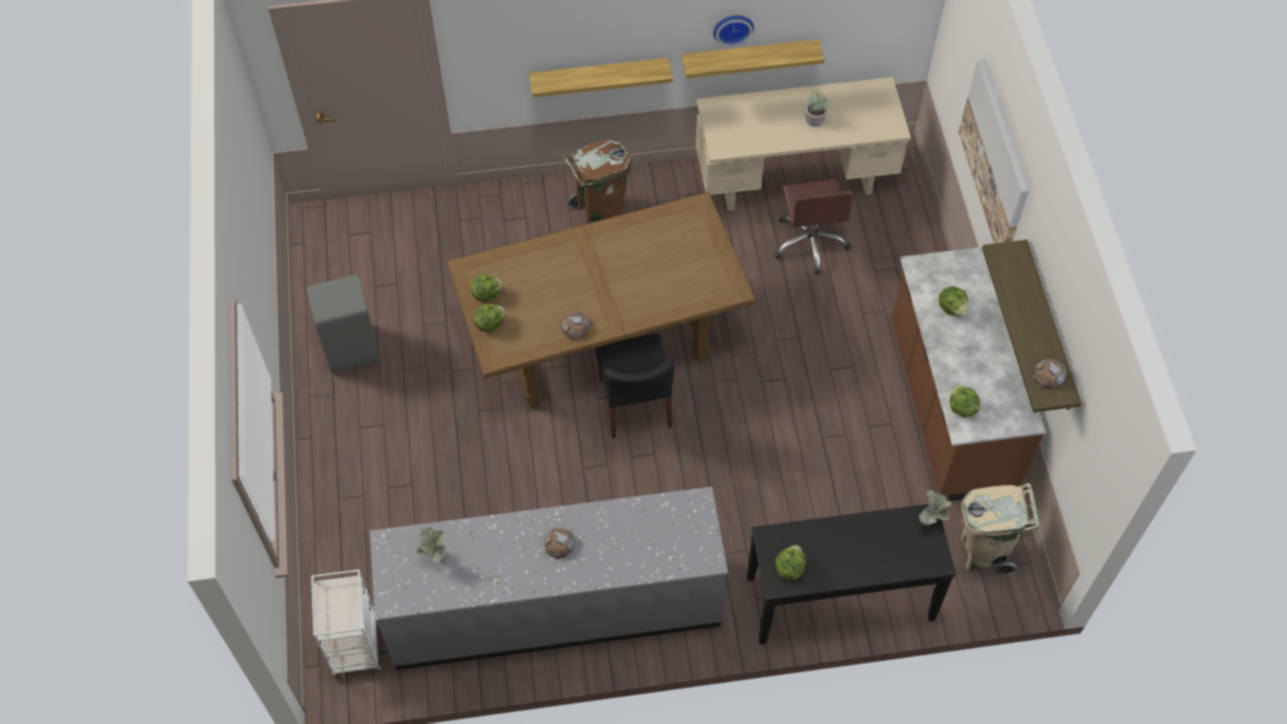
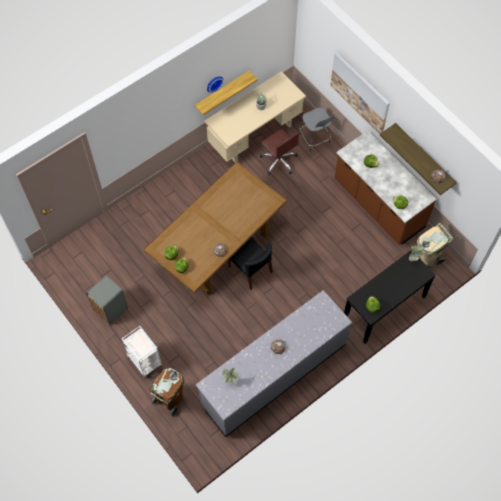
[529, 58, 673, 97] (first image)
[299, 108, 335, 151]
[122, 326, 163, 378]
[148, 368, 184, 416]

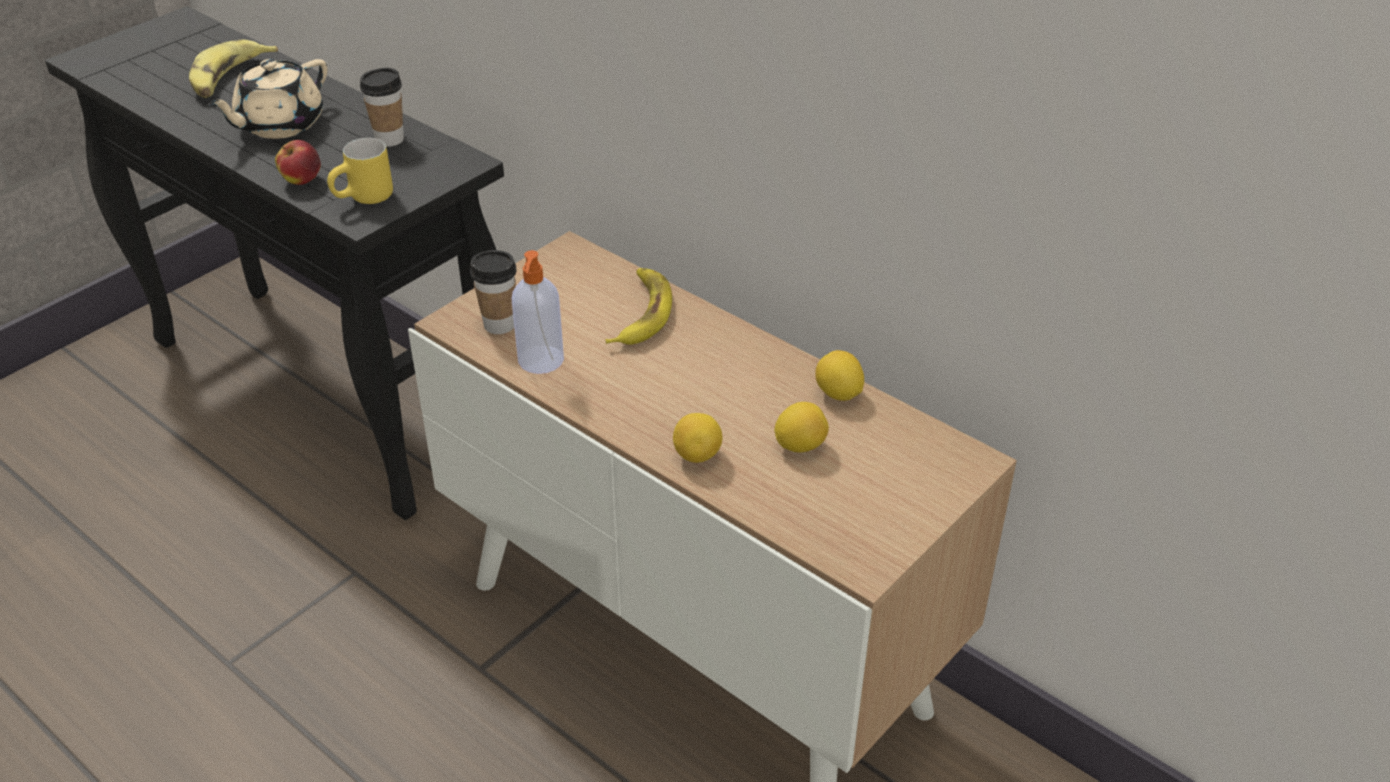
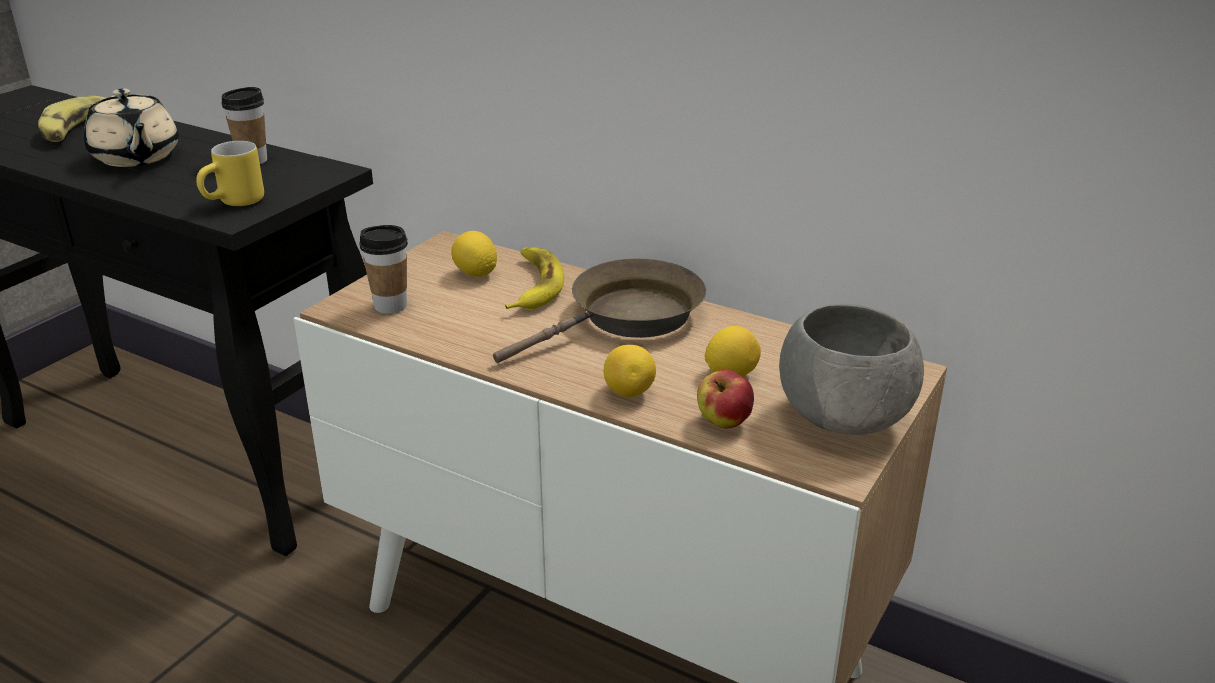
[512, 250, 564, 374] (first image)
[493, 258, 707, 363]
[779, 303, 924, 435]
[697, 370, 754, 429]
[451, 231, 497, 277]
[84, 88, 179, 167]

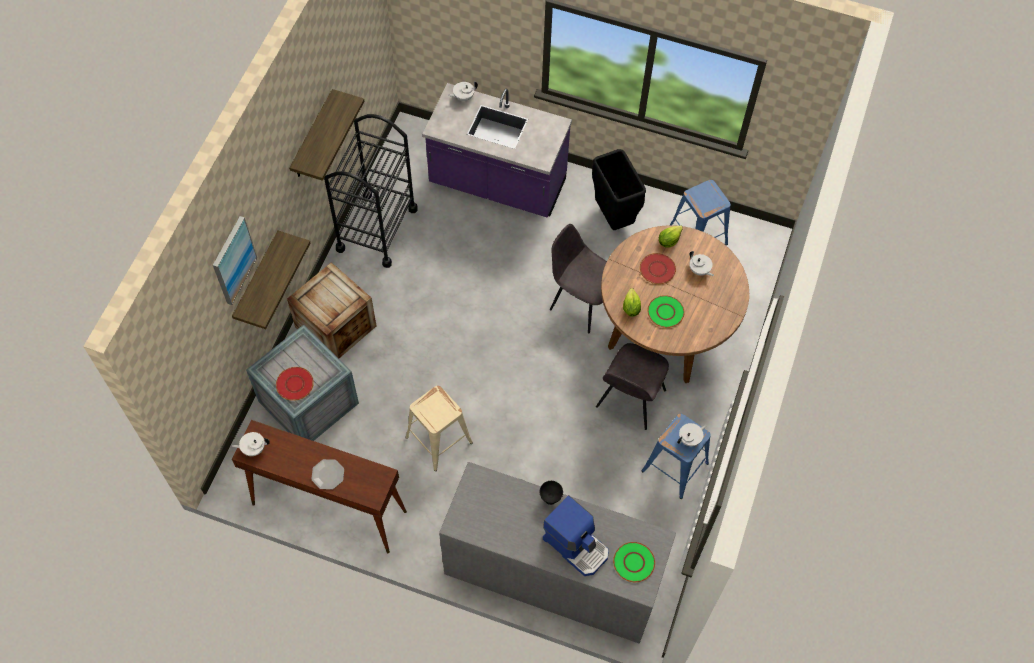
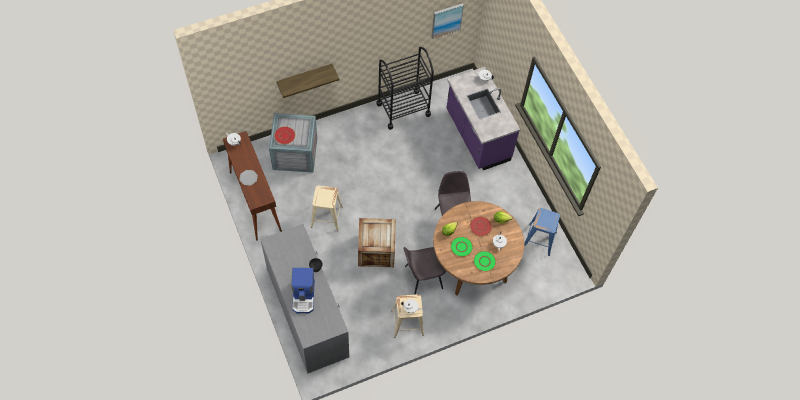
[289, 89, 364, 181] (first image)
[592, 149, 646, 230] (first image)
[431, 3, 464, 39]
[358, 218, 396, 267]
[473, 251, 496, 272]
[392, 294, 424, 338]

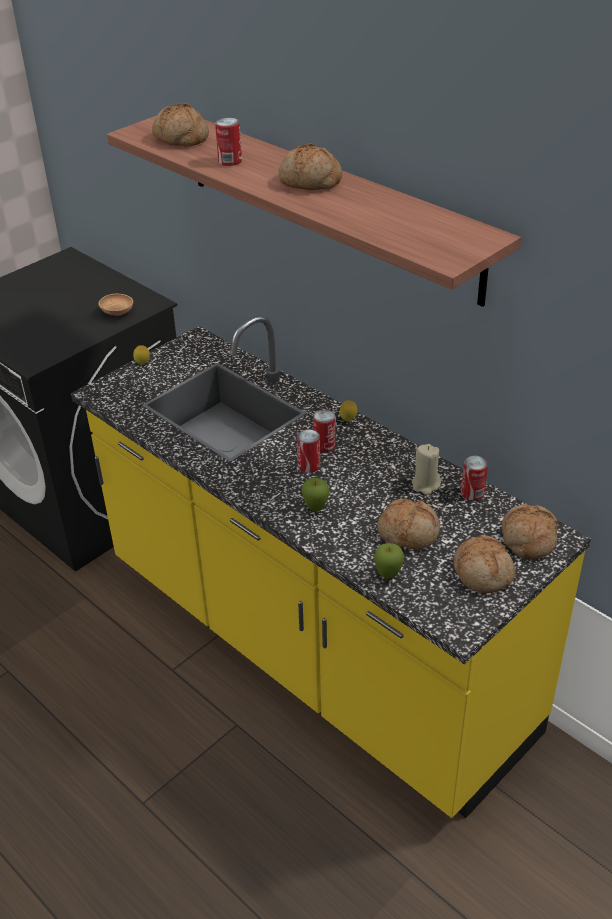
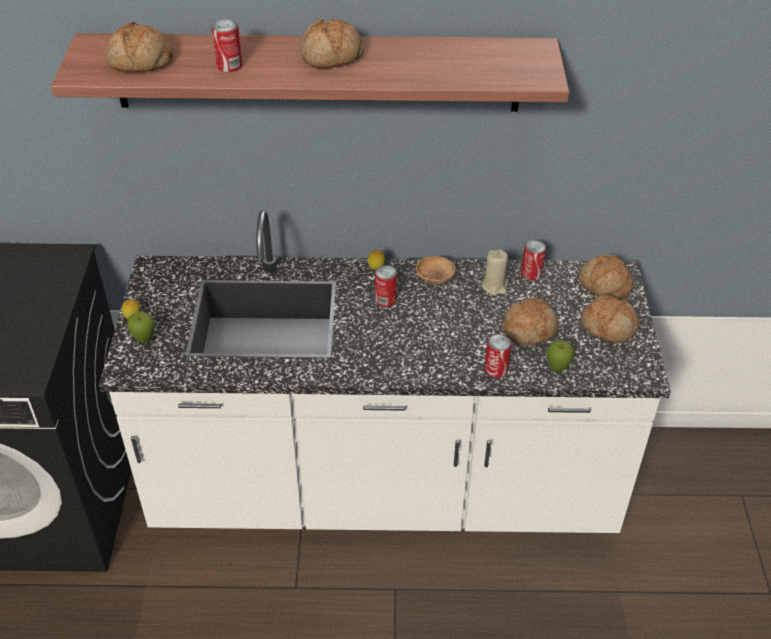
[416, 256, 456, 284]
[485, 334, 512, 378]
[127, 312, 155, 343]
[99, 210, 671, 533]

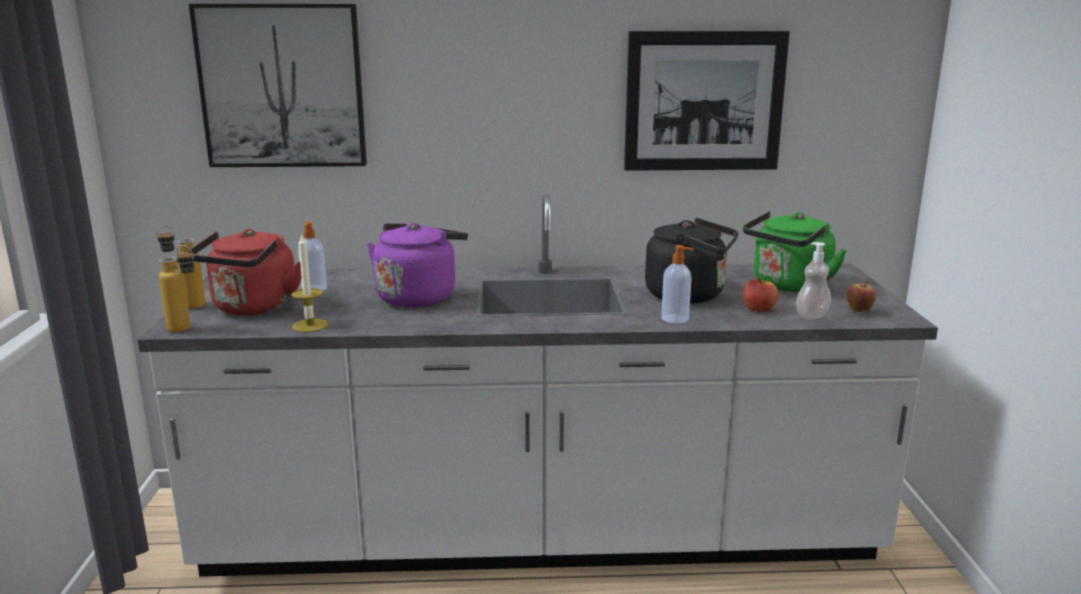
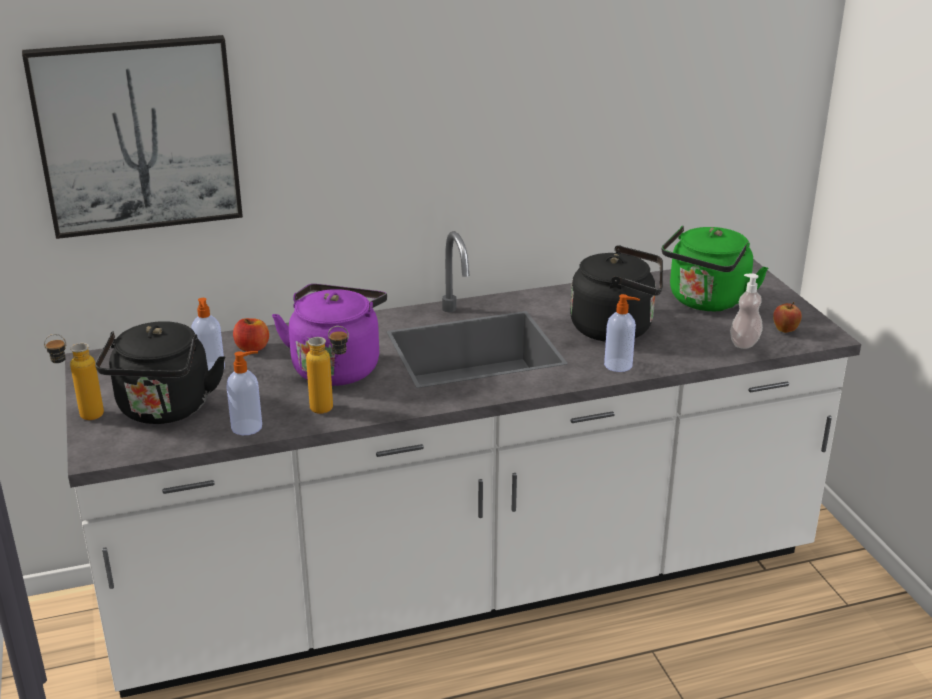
[624, 31, 790, 171] (first image)
[306, 326, 349, 414]
[233, 318, 269, 352]
[226, 351, 262, 435]
[95, 321, 225, 424]

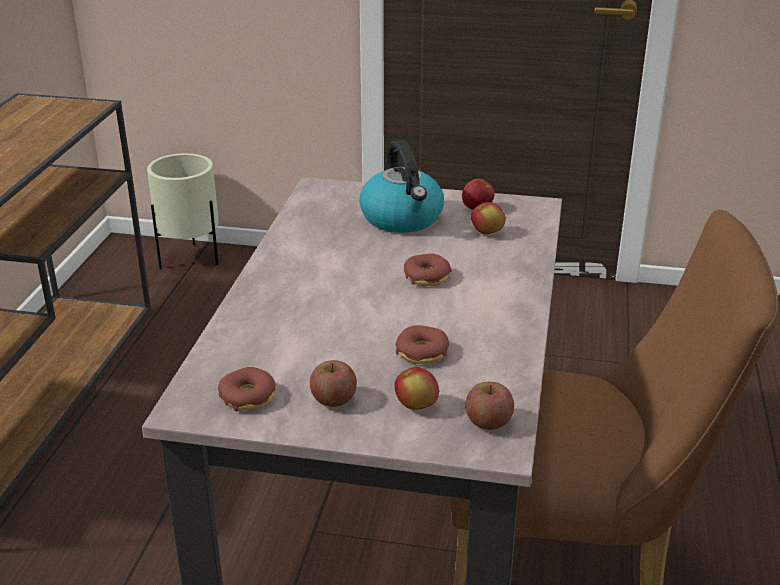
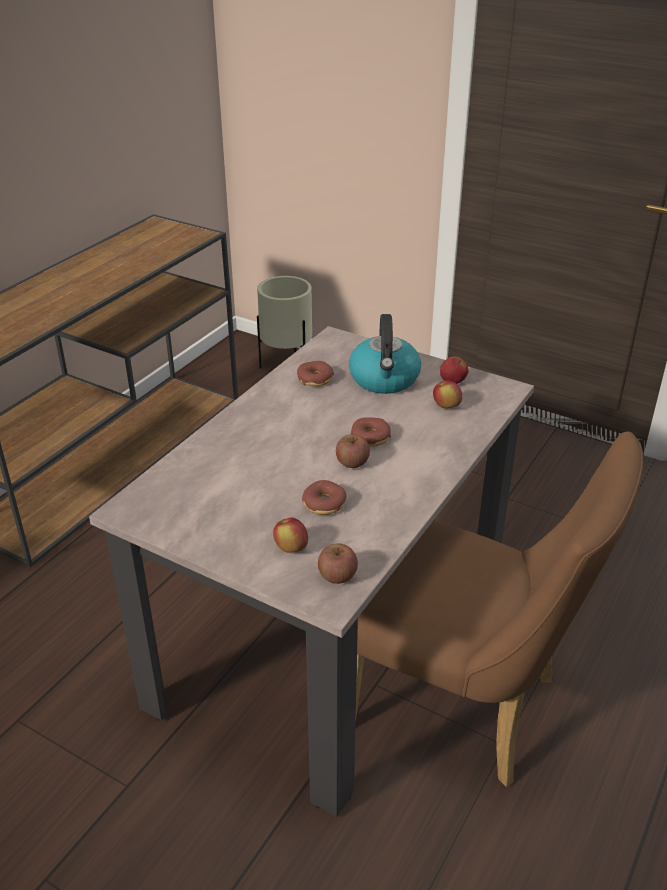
[297, 361, 334, 386]
[336, 434, 370, 468]

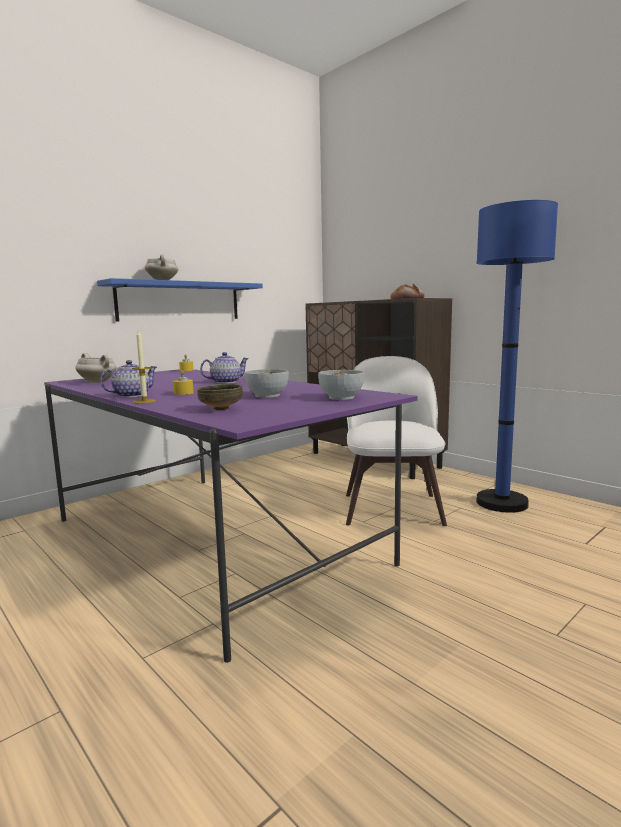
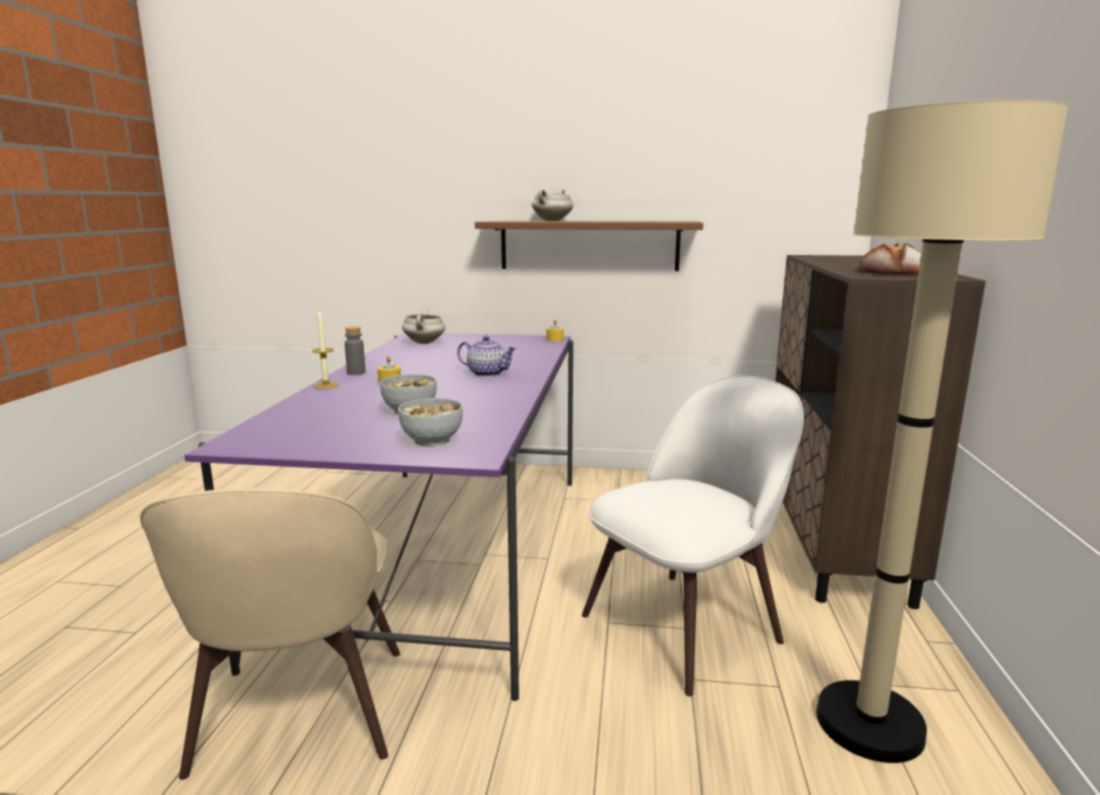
[197, 384, 243, 410] (first image)
[140, 488, 400, 780]
[345, 326, 365, 375]
[475, 221, 703, 271]
[816, 100, 1068, 763]

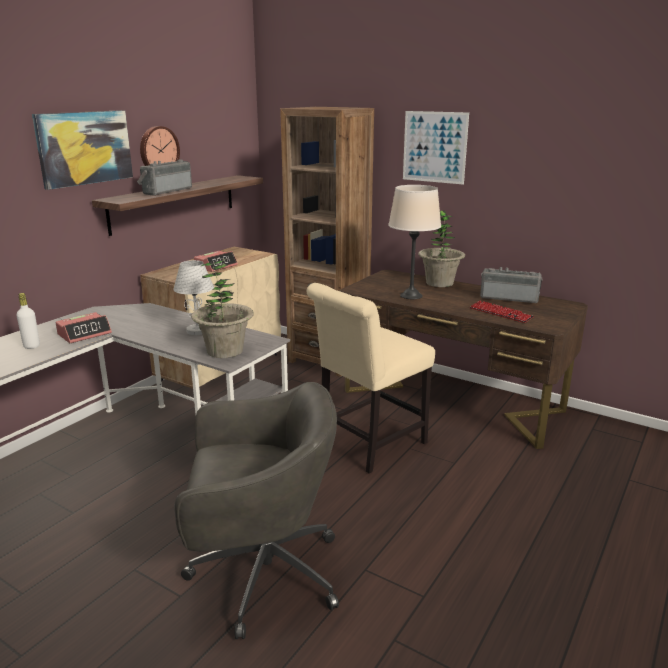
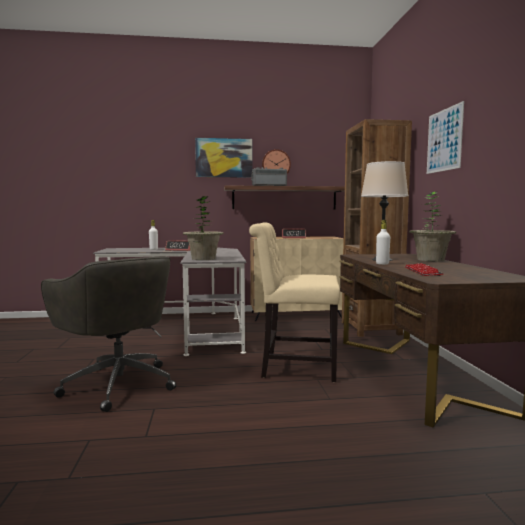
[173, 260, 214, 335] (first image)
[480, 267, 543, 303] (first image)
[376, 220, 390, 265]

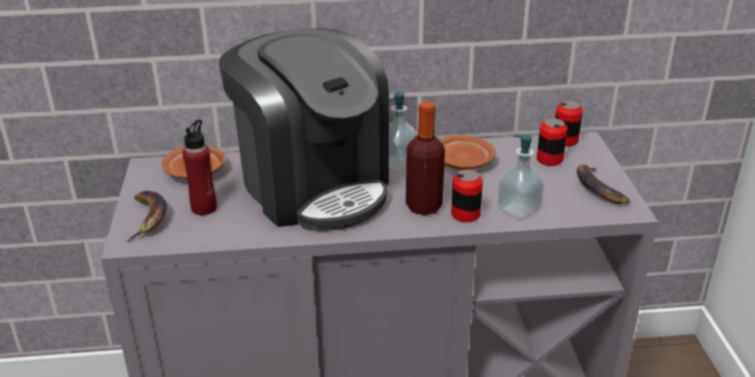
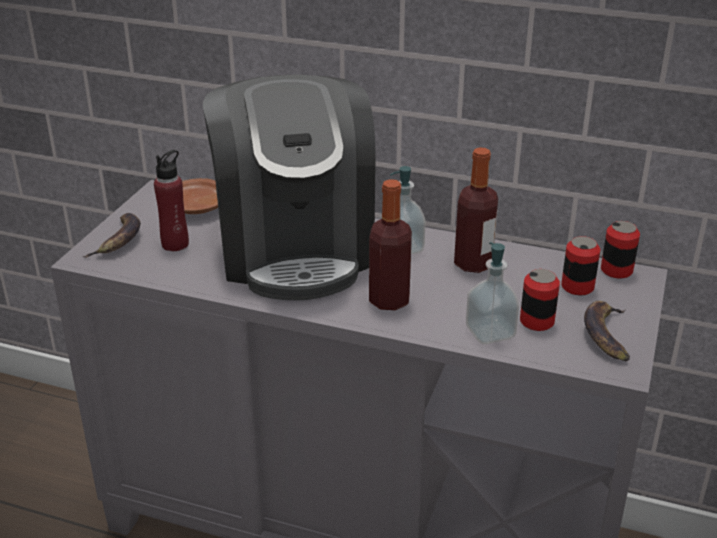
[520, 269, 560, 331]
[454, 147, 498, 273]

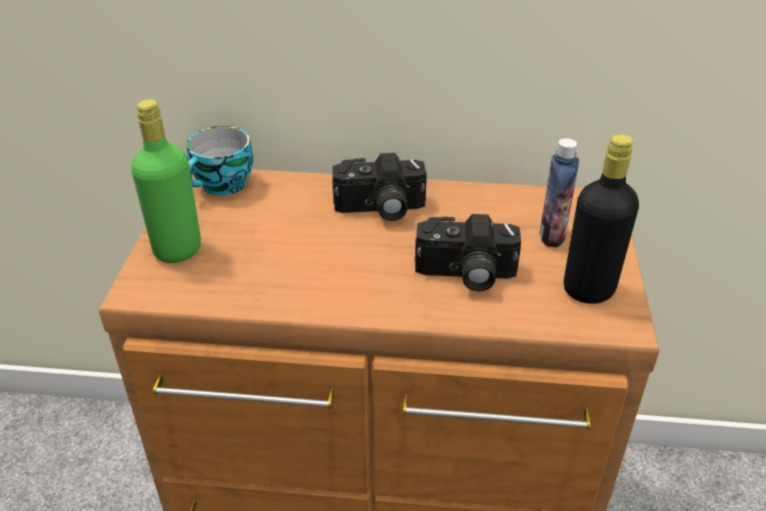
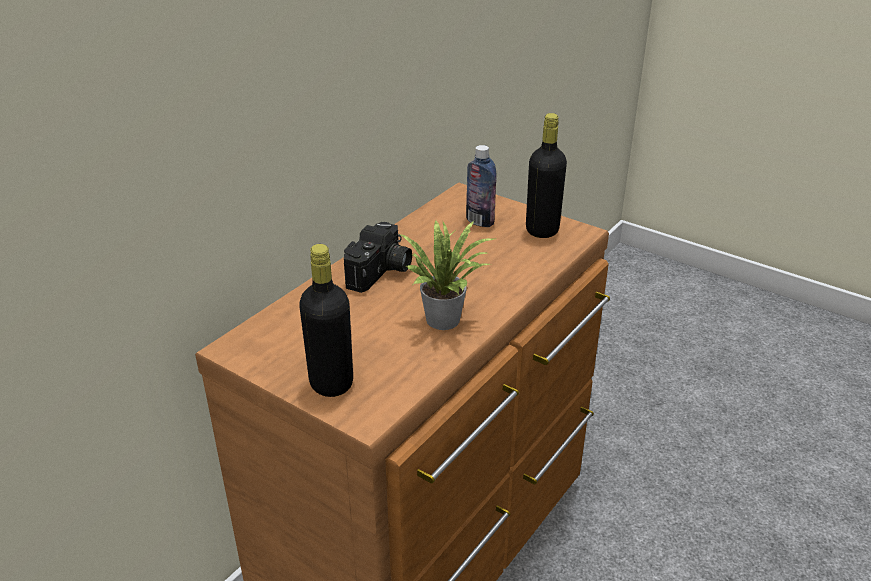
[186, 126, 253, 196] (first image)
[415, 214, 521, 291] (first image)
[400, 220, 494, 330]
[299, 244, 353, 397]

